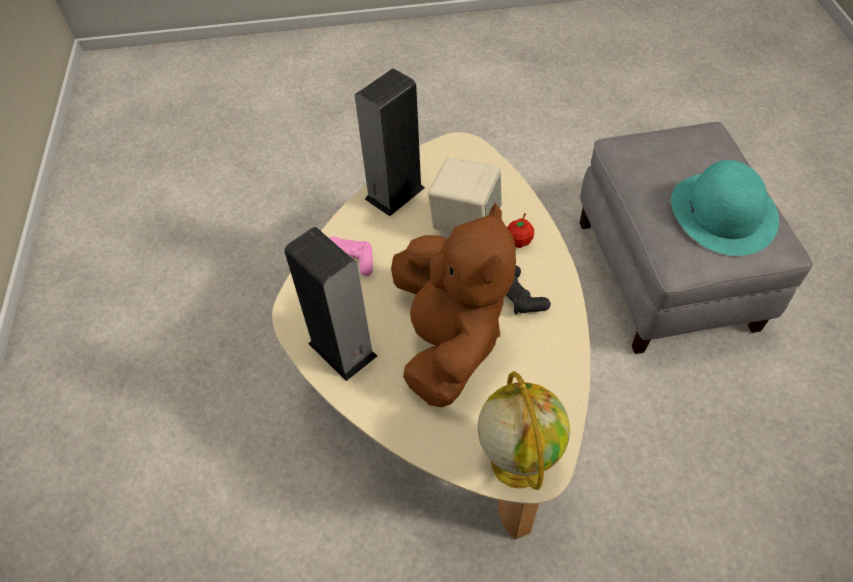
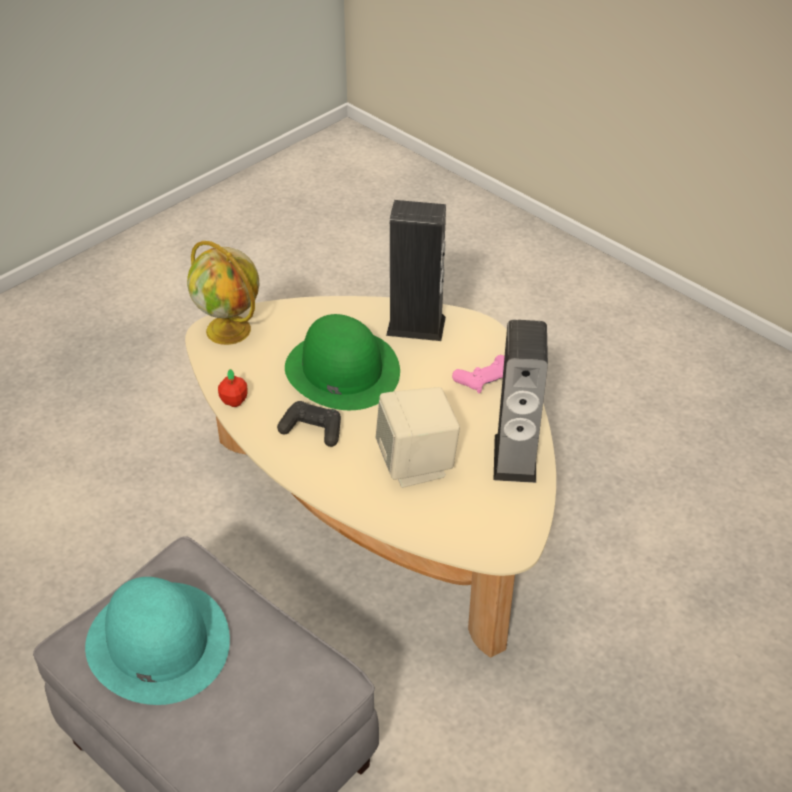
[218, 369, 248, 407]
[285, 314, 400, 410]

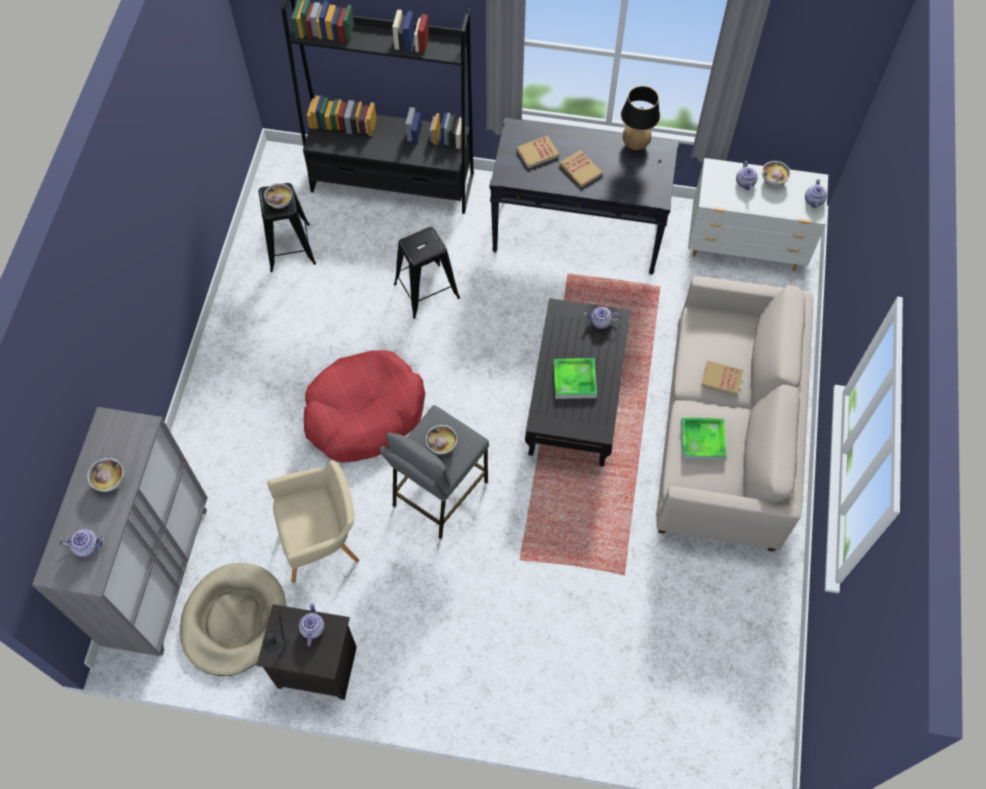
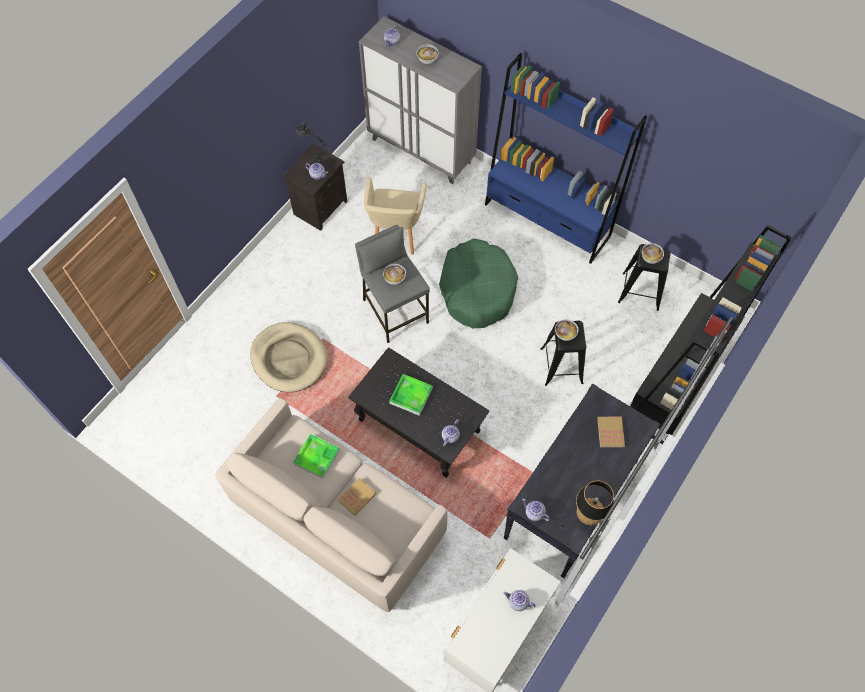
[559, 150, 602, 188] (first image)
[485, 53, 647, 264]
[250, 322, 328, 392]
[555, 319, 578, 341]
[522, 499, 550, 521]
[439, 238, 518, 328]

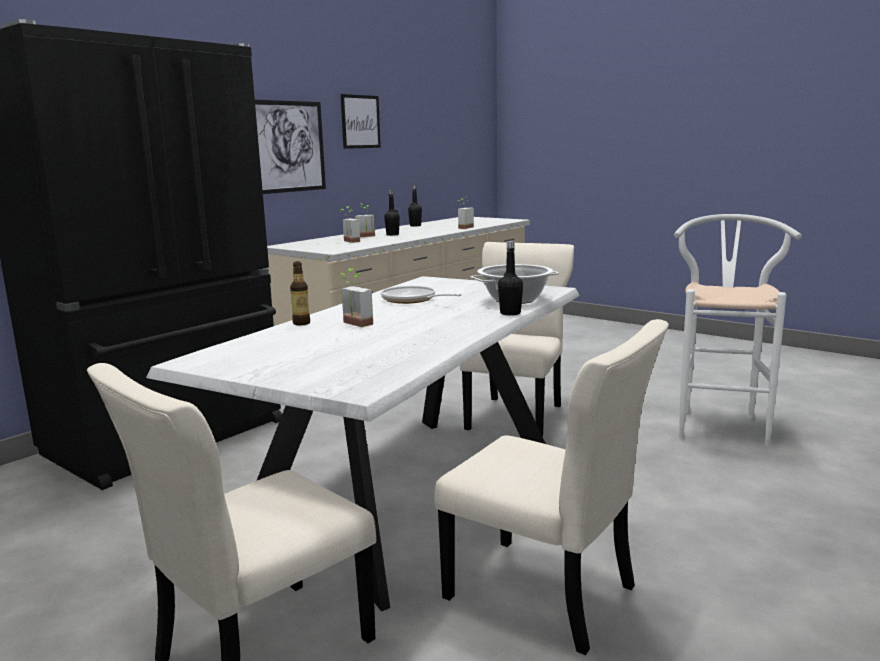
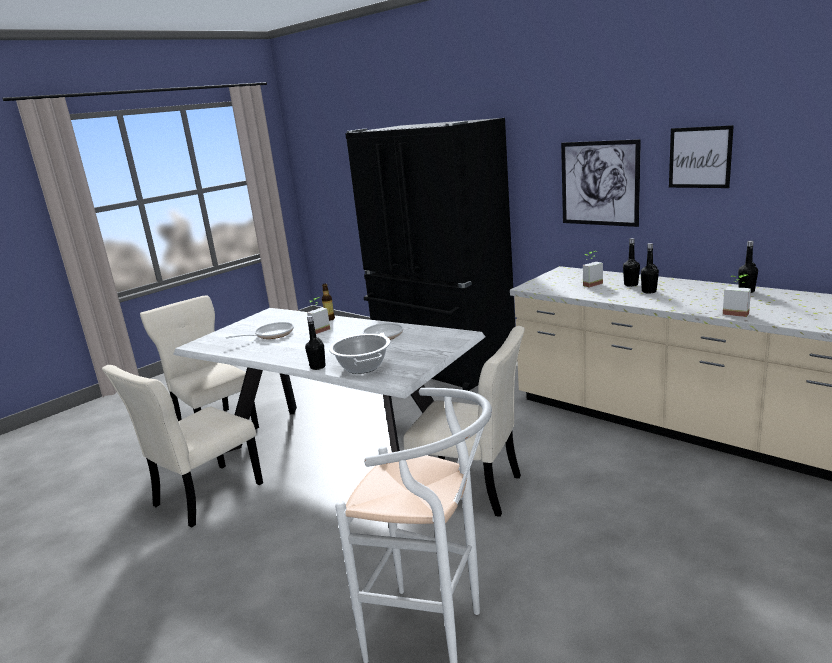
[226, 322, 294, 339]
[623, 238, 640, 287]

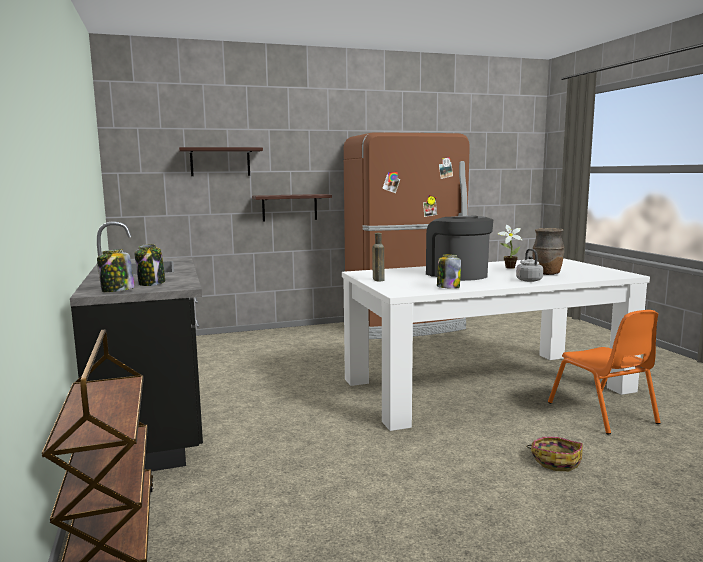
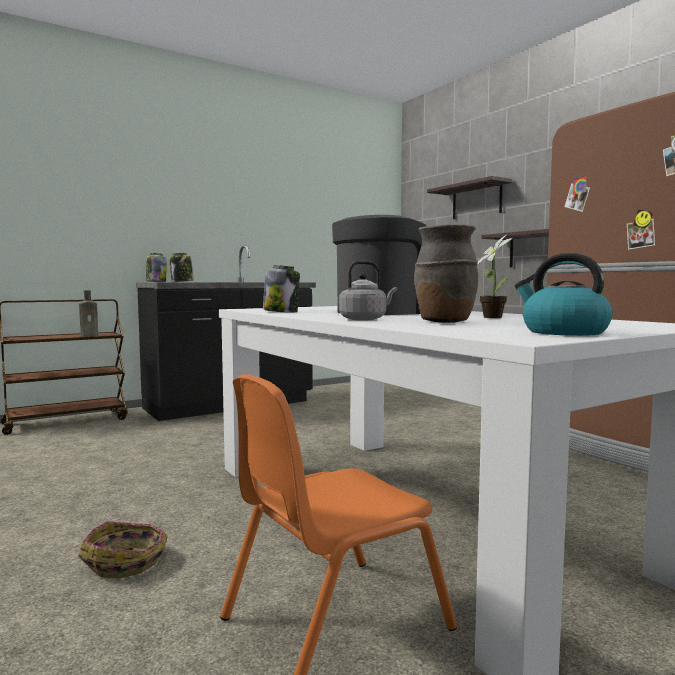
[515, 253, 613, 336]
[79, 290, 98, 337]

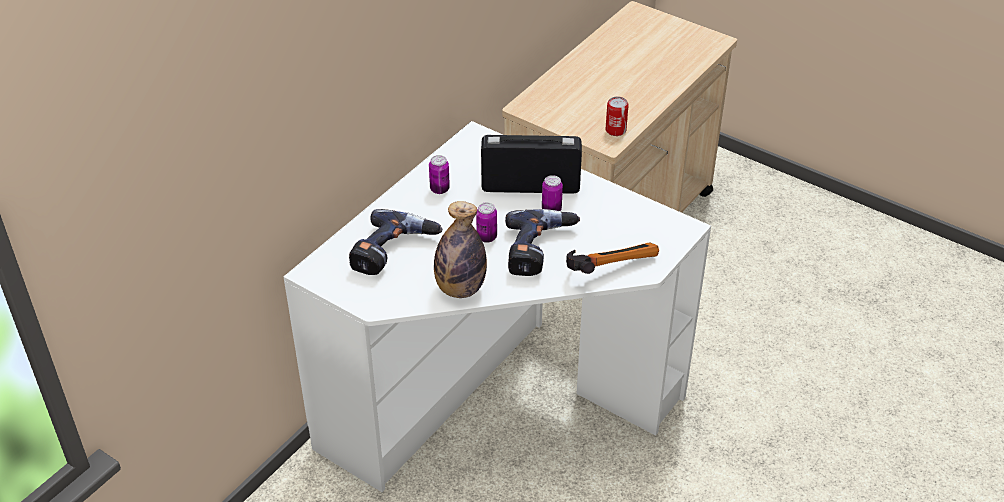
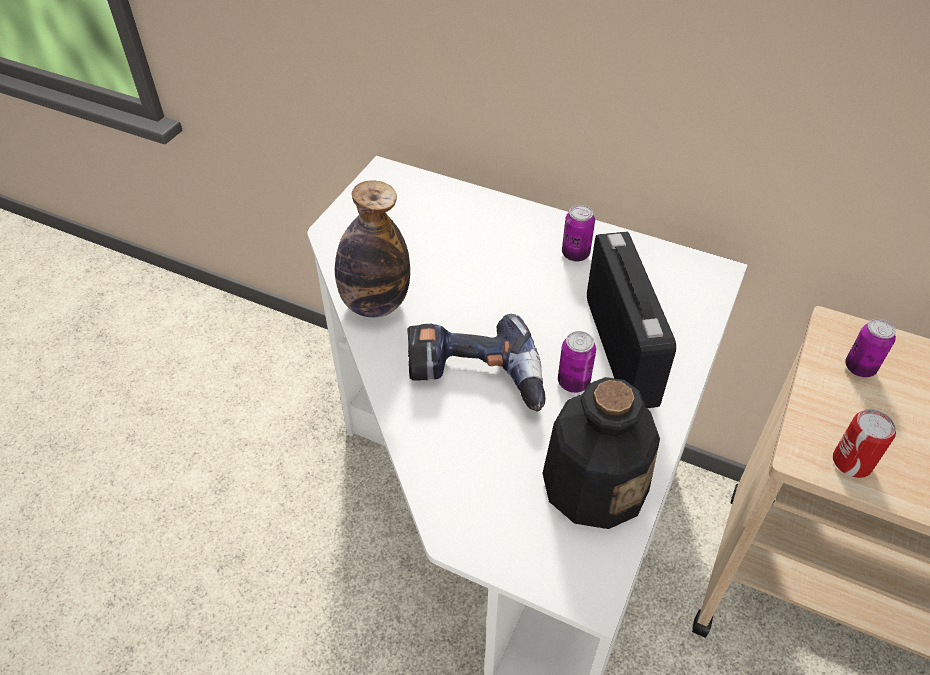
[349, 209, 442, 275] (first image)
[566, 242, 659, 274] (first image)
[542, 377, 660, 529]
[845, 319, 896, 377]

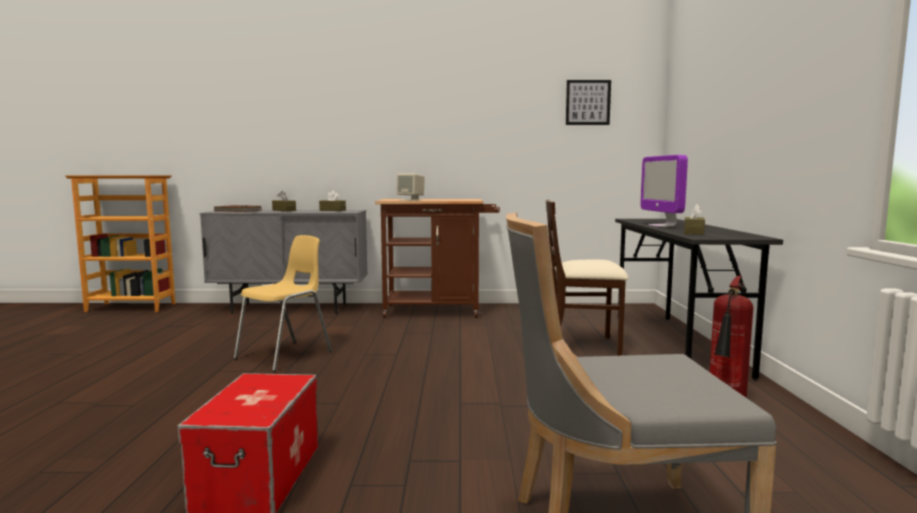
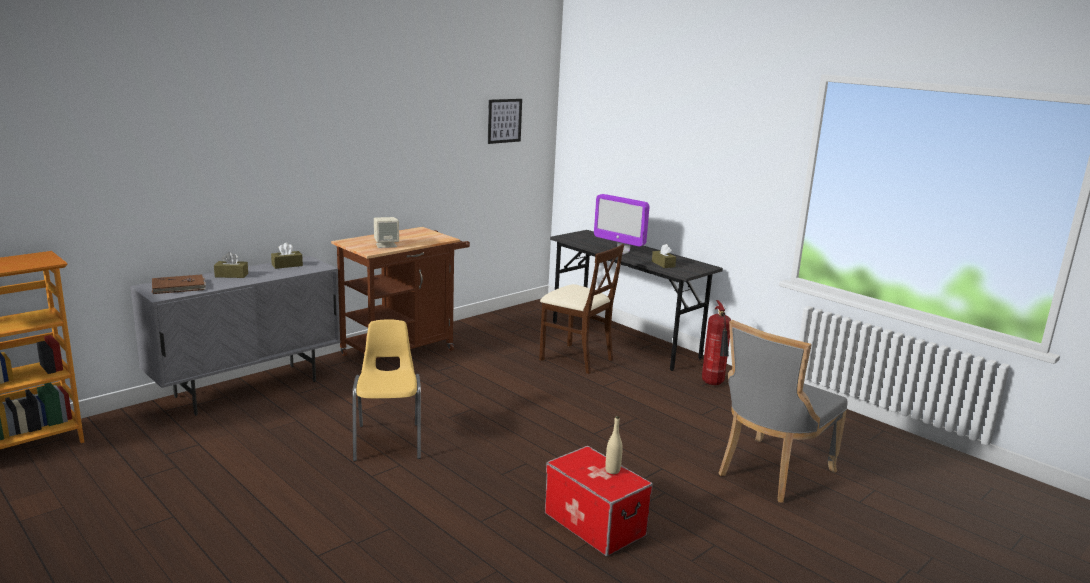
[605, 416, 623, 474]
[539, 244, 624, 374]

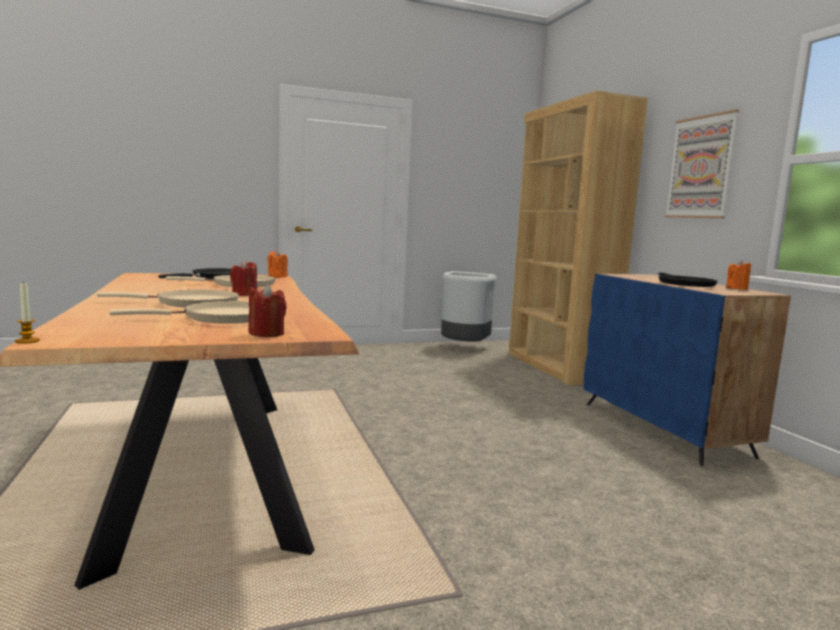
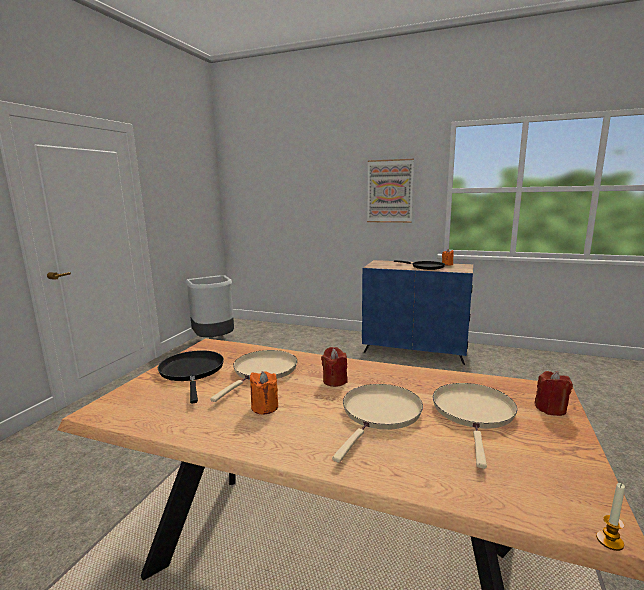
[509, 91, 648, 385] (first image)
[250, 371, 278, 414]

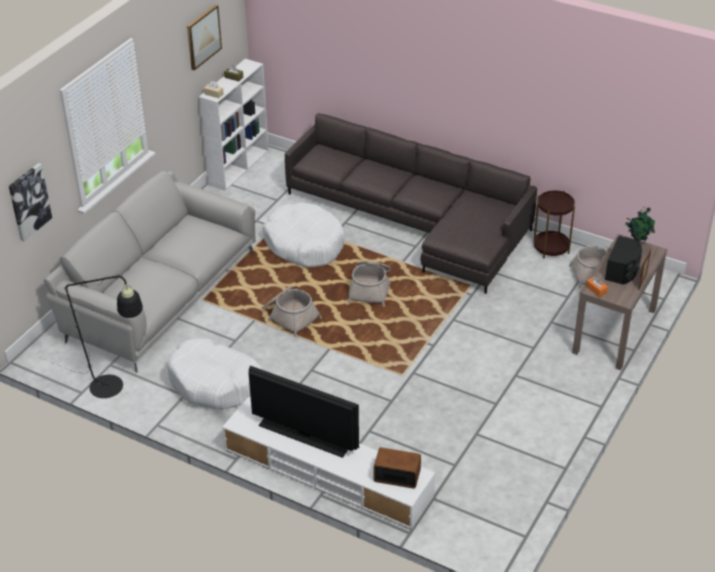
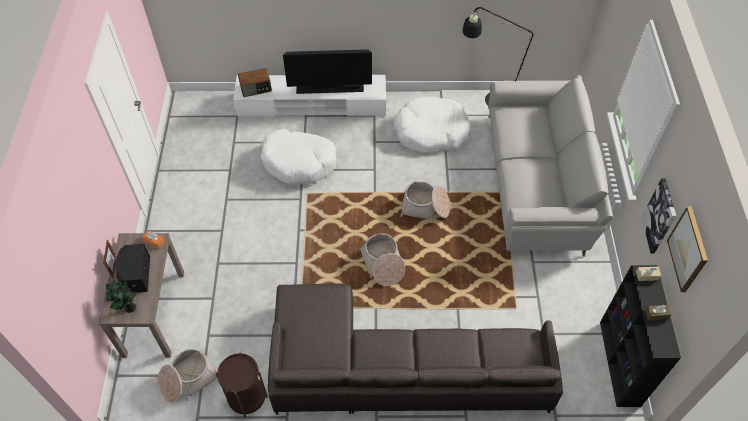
[641, 178, 676, 253]
[261, 129, 336, 184]
[600, 265, 681, 407]

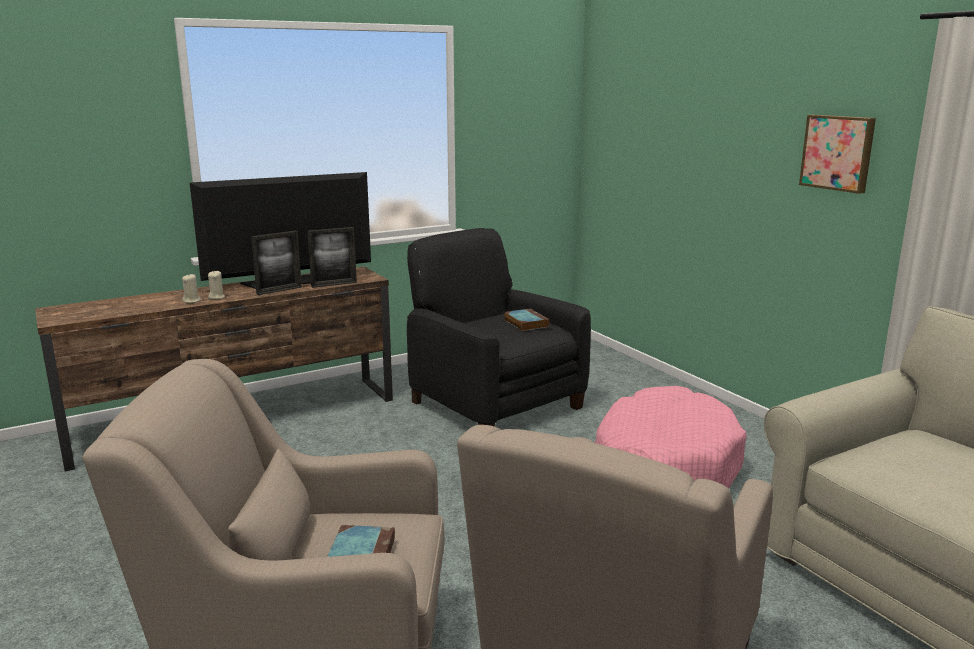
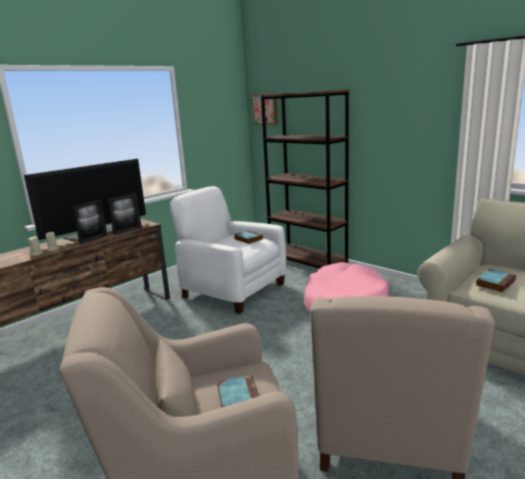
[260, 89, 350, 268]
[476, 269, 516, 292]
[252, 93, 278, 125]
[170, 186, 286, 314]

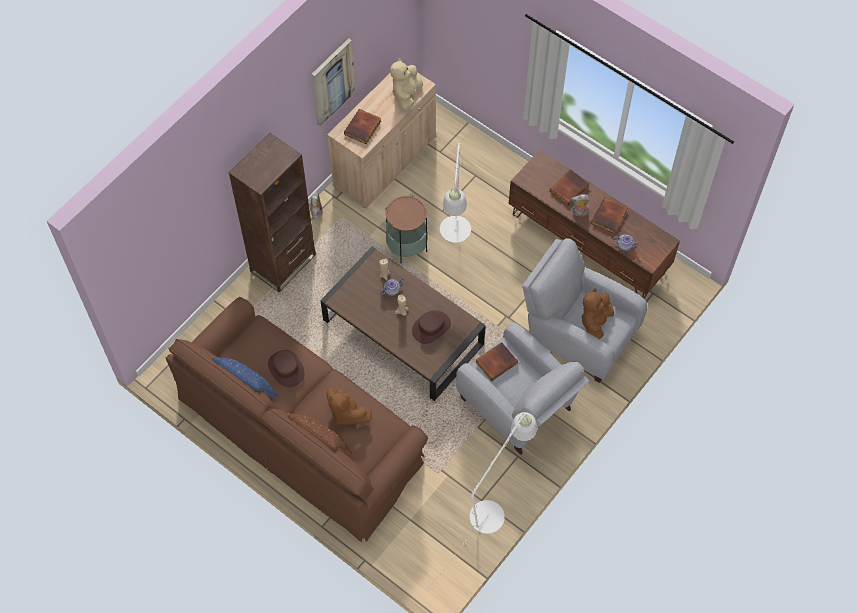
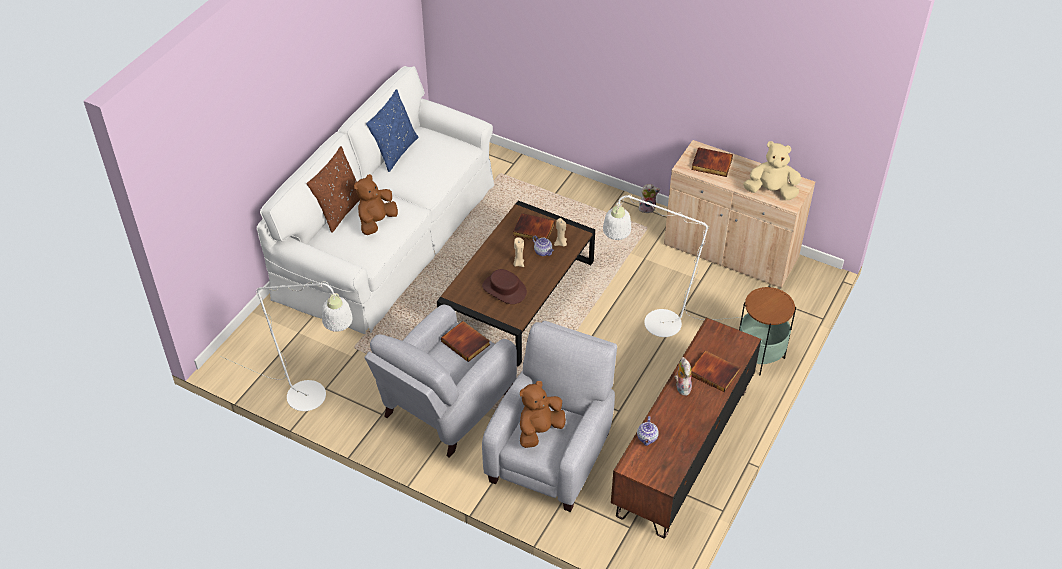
[229, 133, 316, 292] (first image)
[268, 350, 305, 387] (first image)
[312, 38, 356, 126] (first image)
[739, 286, 796, 375]
[513, 213, 555, 241]
[257, 66, 494, 334]
[520, 381, 566, 448]

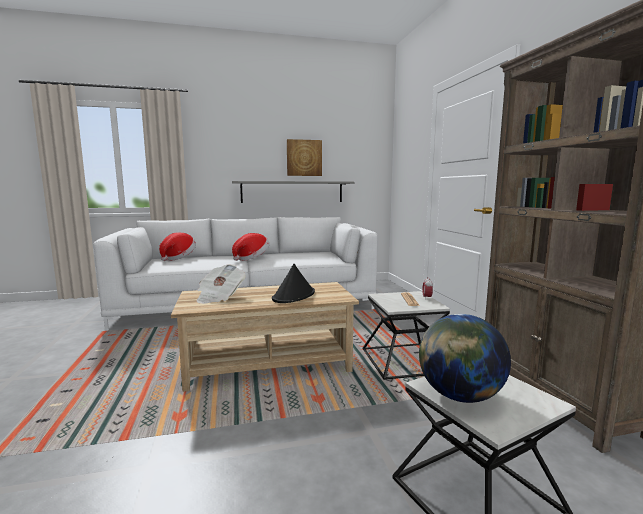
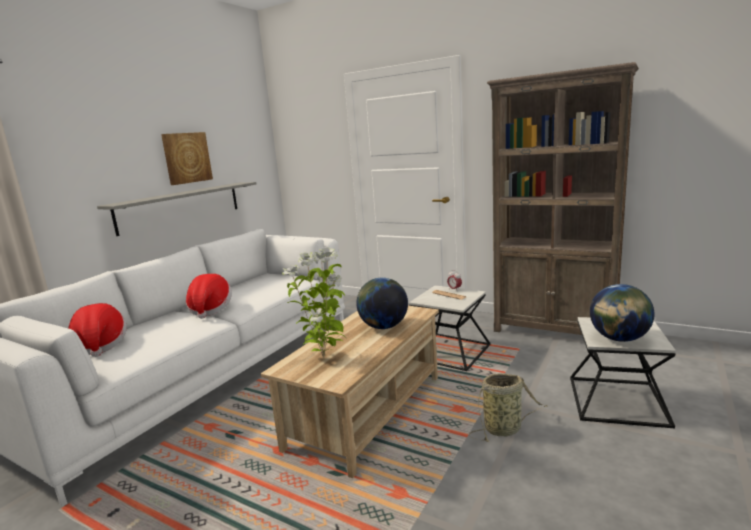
[469, 373, 547, 442]
[282, 247, 346, 359]
[356, 278, 408, 329]

